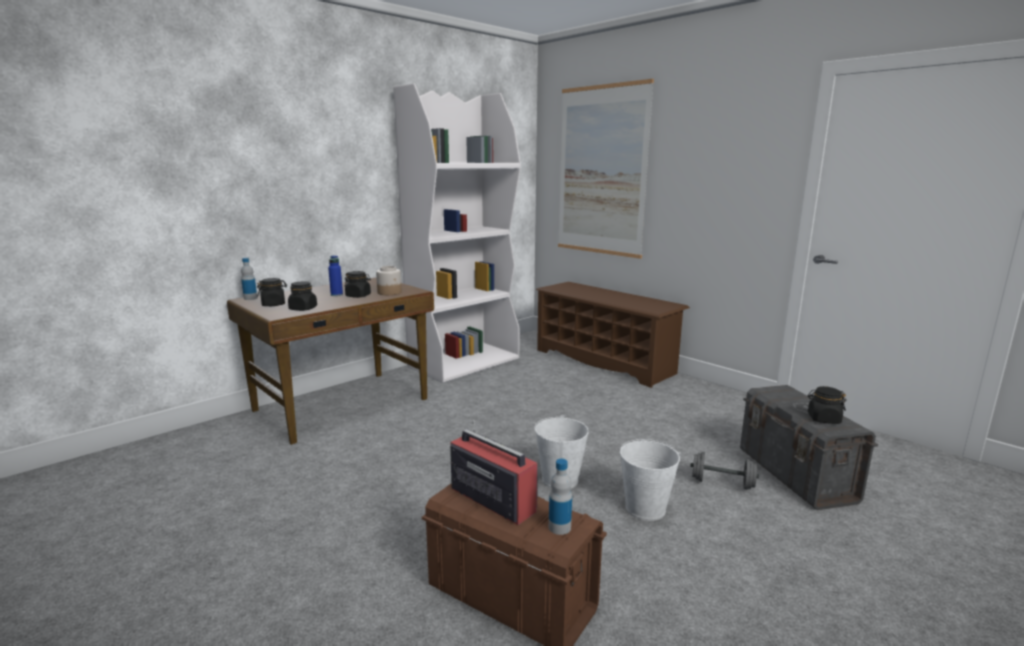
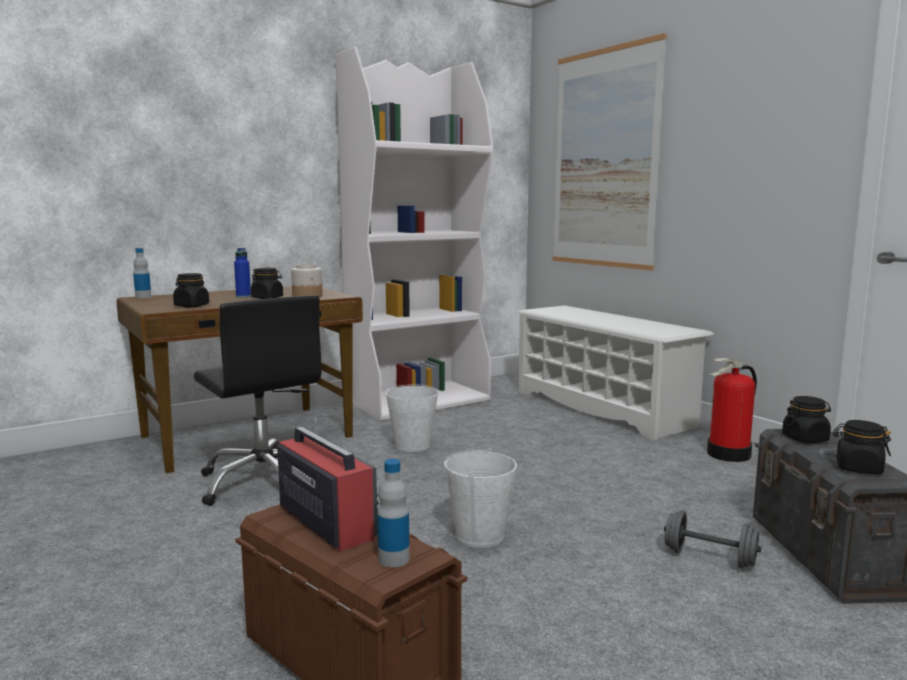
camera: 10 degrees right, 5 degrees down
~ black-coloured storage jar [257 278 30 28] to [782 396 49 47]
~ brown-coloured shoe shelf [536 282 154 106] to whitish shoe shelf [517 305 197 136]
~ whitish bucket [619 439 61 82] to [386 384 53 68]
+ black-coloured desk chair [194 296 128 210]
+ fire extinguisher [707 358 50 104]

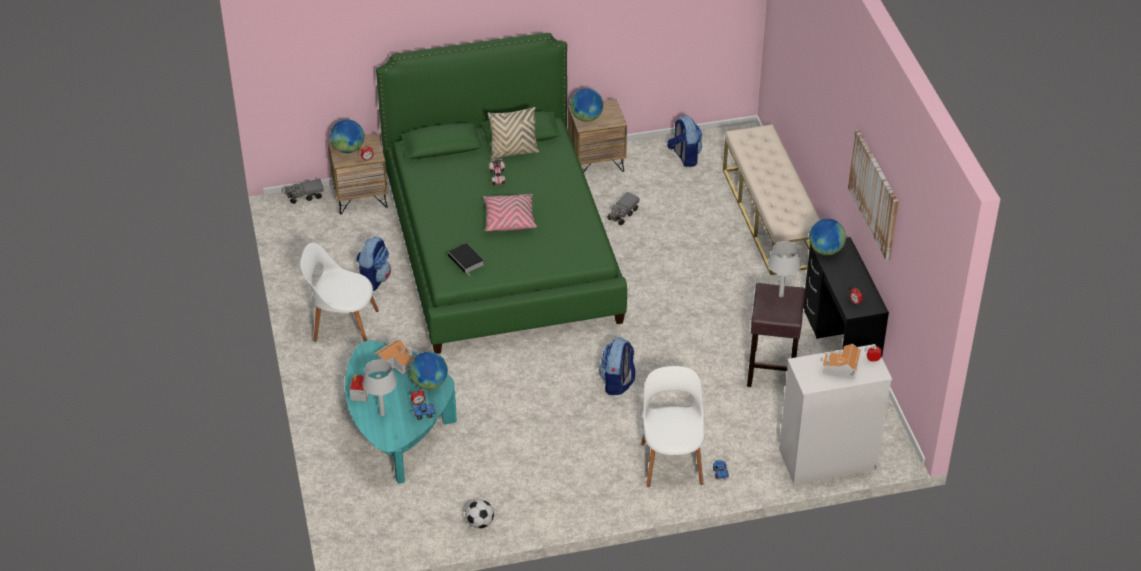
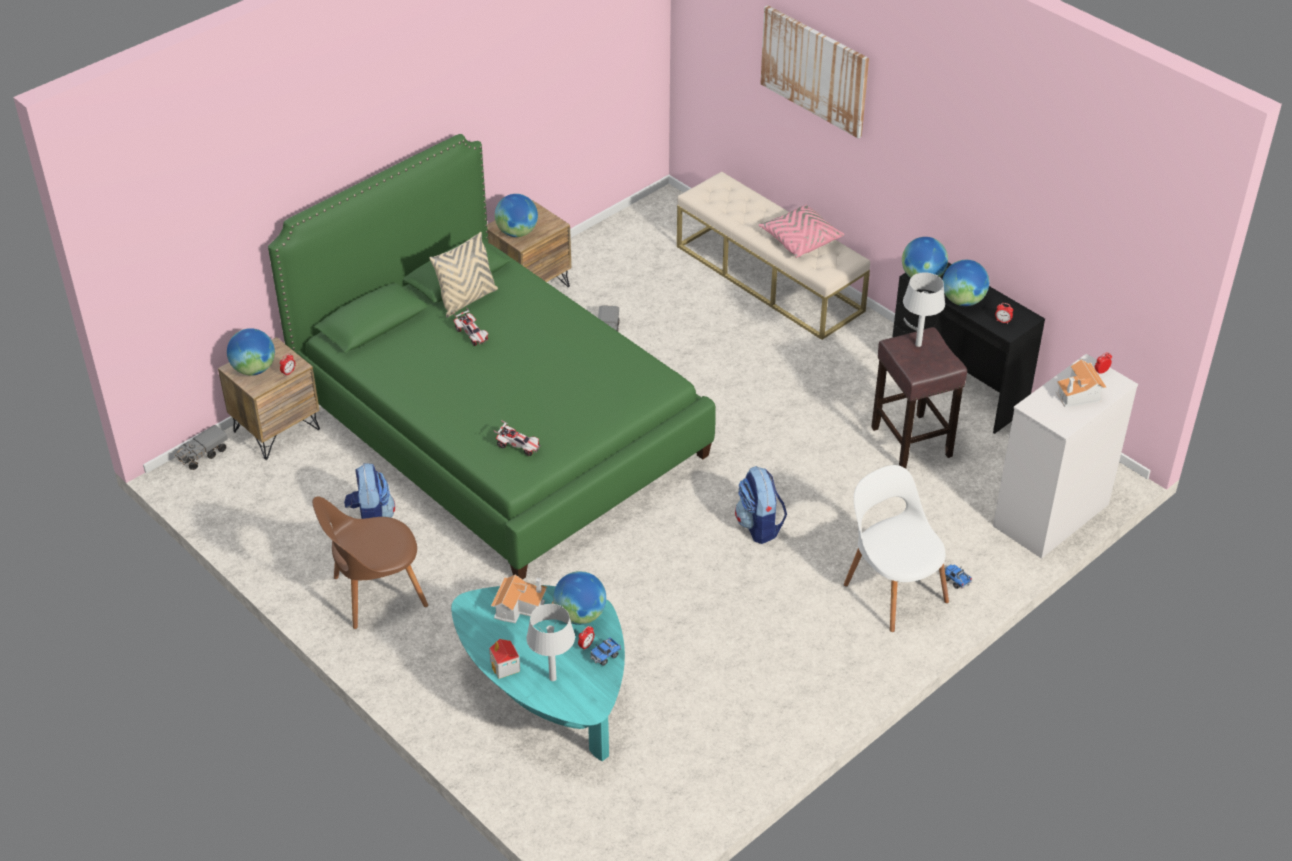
camera: 30 degrees left, 0 degrees up
- knapsack [667 115 35 52]
~ wall picture [848 129 51 132] to [760 5 109 134]
~ pink pillow [483 194 54 37] to [759 204 85 54]
~ whitish upright chair [300 243 79 99] to brown-coloured upright chair [312 496 116 133]
~ bound book [448 243 36 31] to model car [493 420 48 36]
- ball for football [465 499 29 30]
+ globe [942 260 47 46]

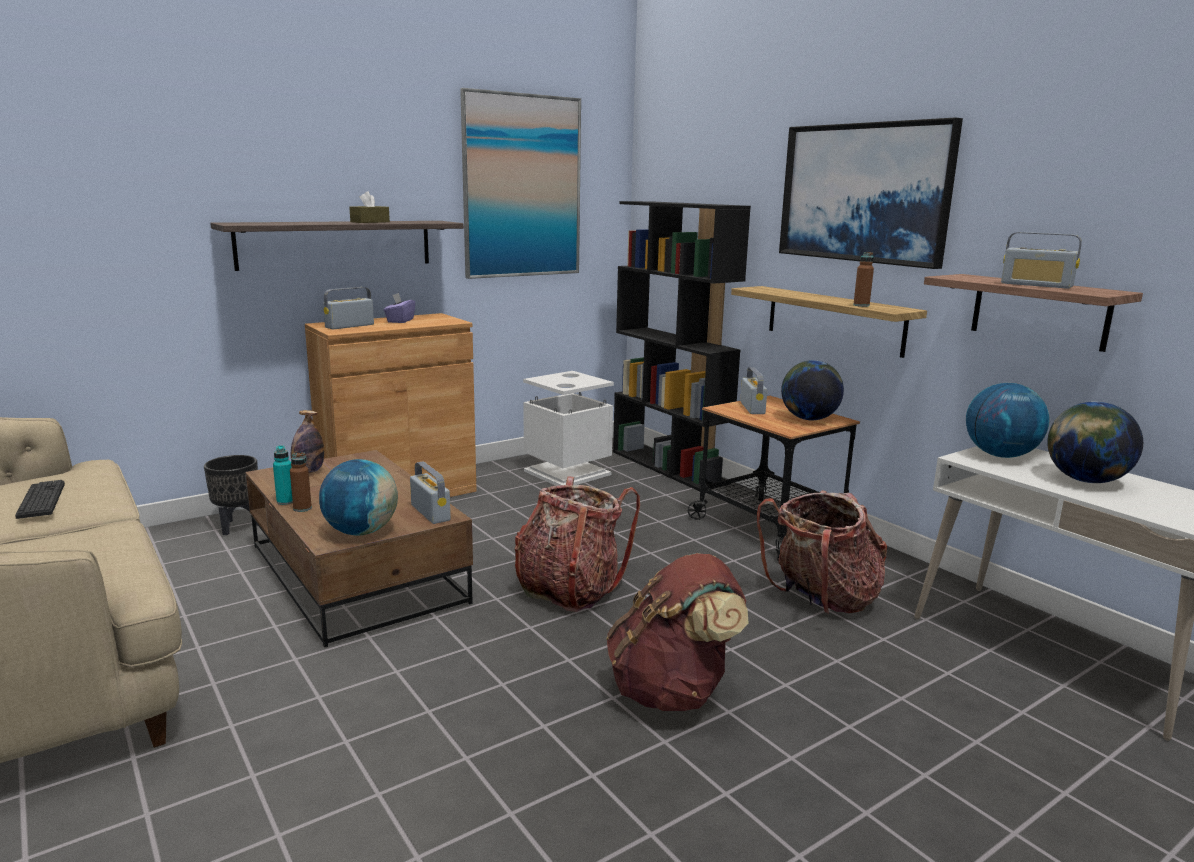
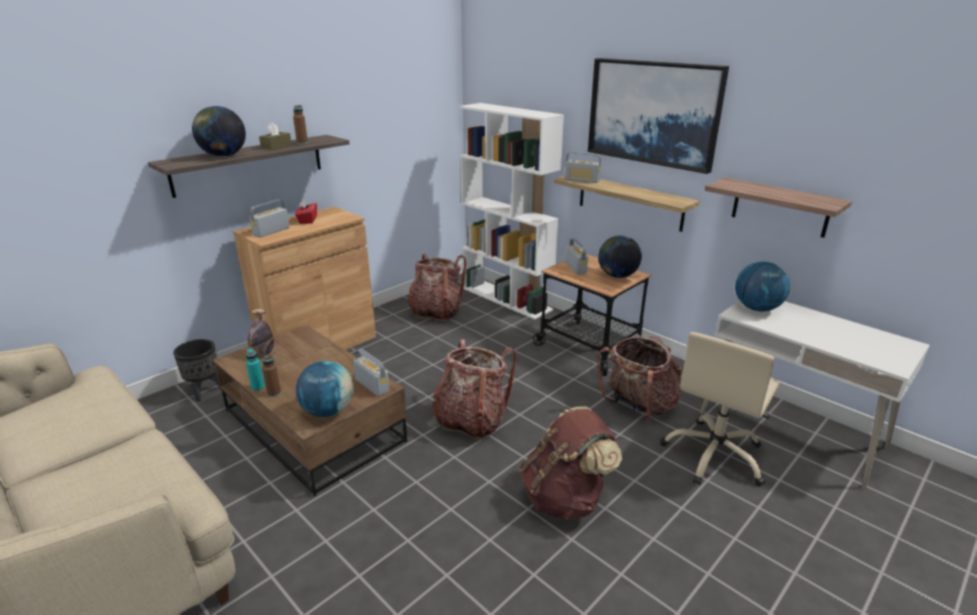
camera: 10 degrees left, 10 degrees up
- wall picture [460 88 121 191]
~ black-coloured bookshelf [613 201 138 290] to whitish bookshelf [459 103 105 217]
~ radio receiver [1001 232 81 57] to [565 152 36 31]
~ brown-coloured beverage bottle [853 252 21 55] to [293 105 15 39]
~ purple-coloured tissue box [384 293 31 30] to reddish tissue box [295 199 22 25]
~ whitish trash can [523 371 91 115] to knapsack [408 254 58 67]
~ globe [1047 402 96 81] to [192 106 54 51]
- PC keyboard [15 480 50 39]
+ beige-coloured desk chair [660 332 120 154]

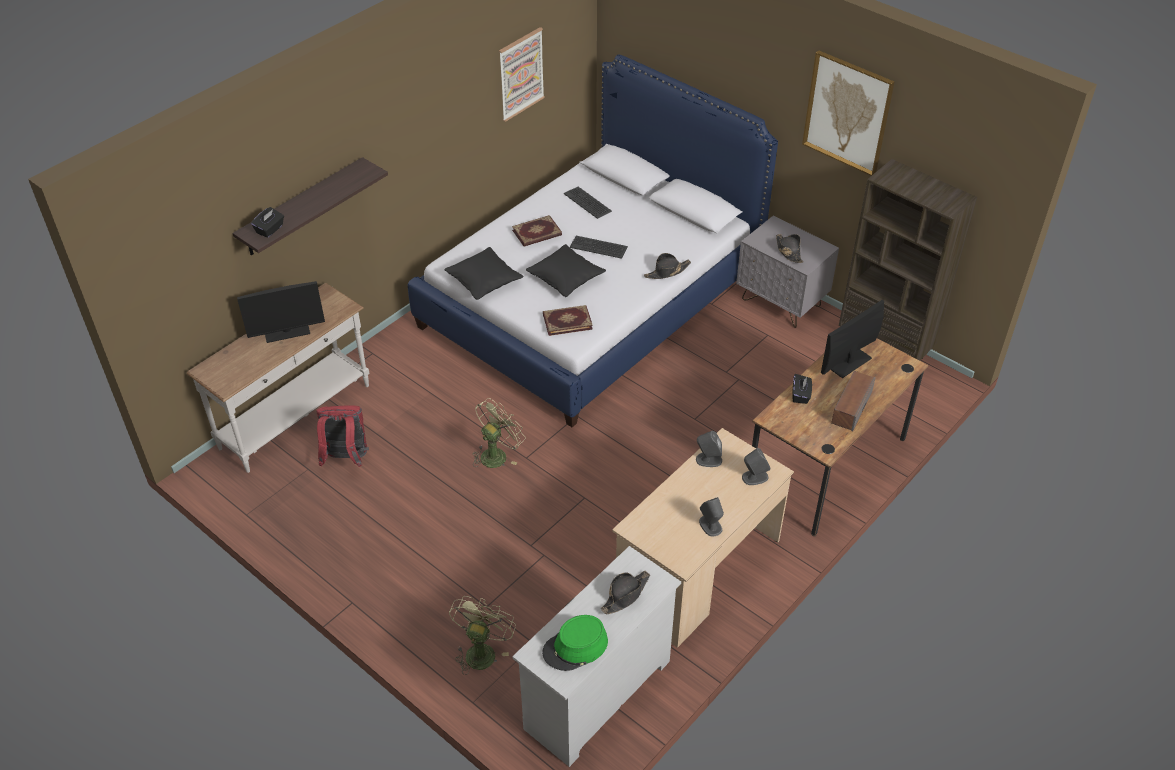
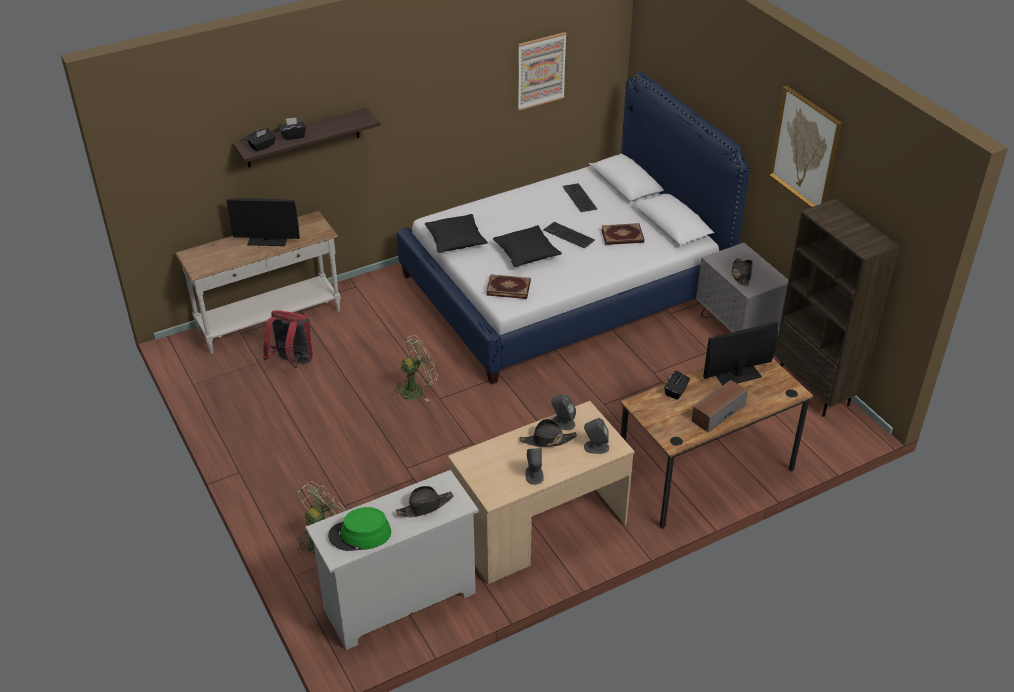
camera: 20 degrees right, 5 degrees down
~ bound book [512 215 50 31] to [601 223 43 22]
~ black-coloured clothing hat [644 253 47 26] to [519 419 58 28]
+ black-coloured tissue box [279 117 27 23]

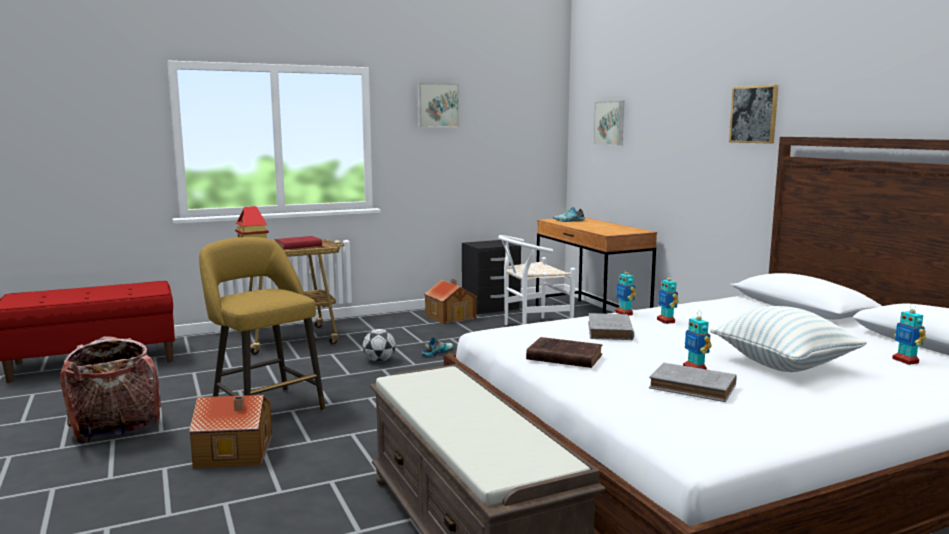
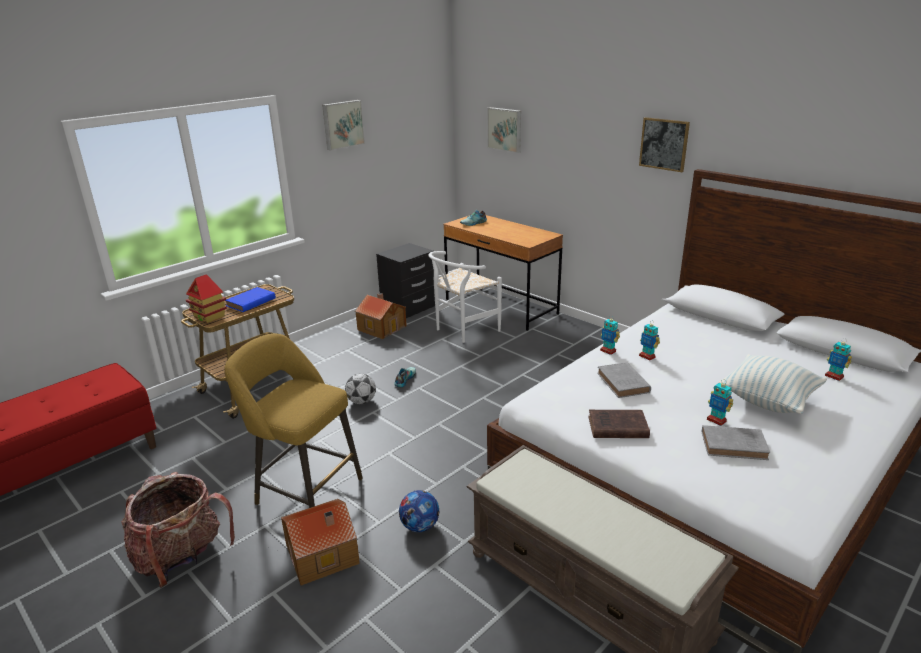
camera: 20 degrees left, 15 degrees up
~ reddish bound book [275 236 47 13] to blue bound book [225 287 51 25]
+ ball for football [399 490 40 42]

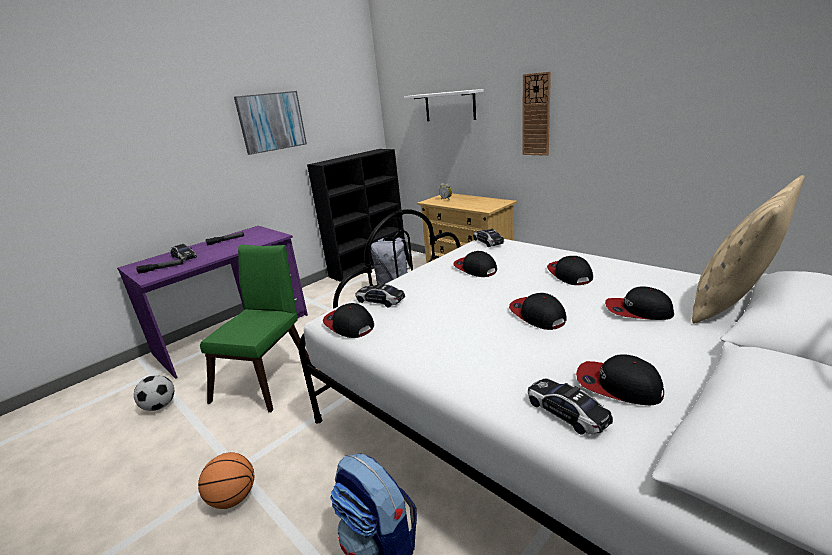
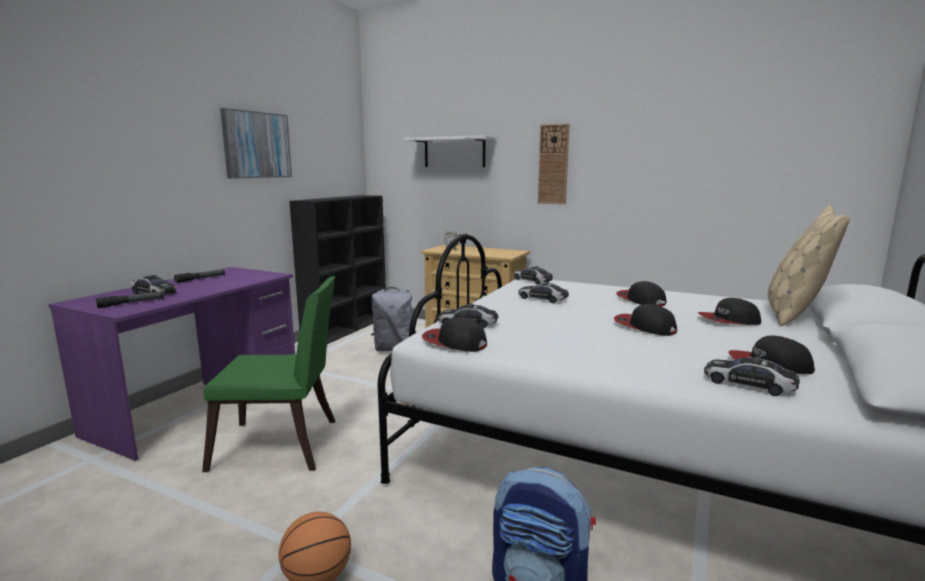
camera: 20 degrees left, 10 degrees down
~ greenish upright chair [200 244 109 168] = [202 276 133 196] 90 degrees clockwise
~ peaked cap [453 251 44 26] to model car [518 282 51 21]
- ball for football [134 375 40 36]

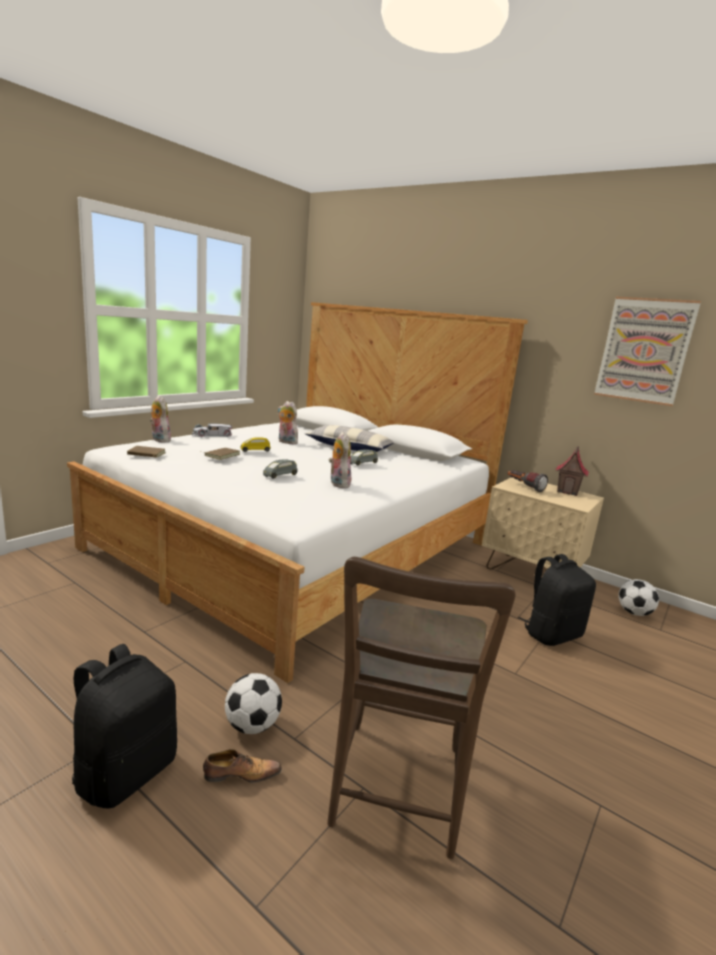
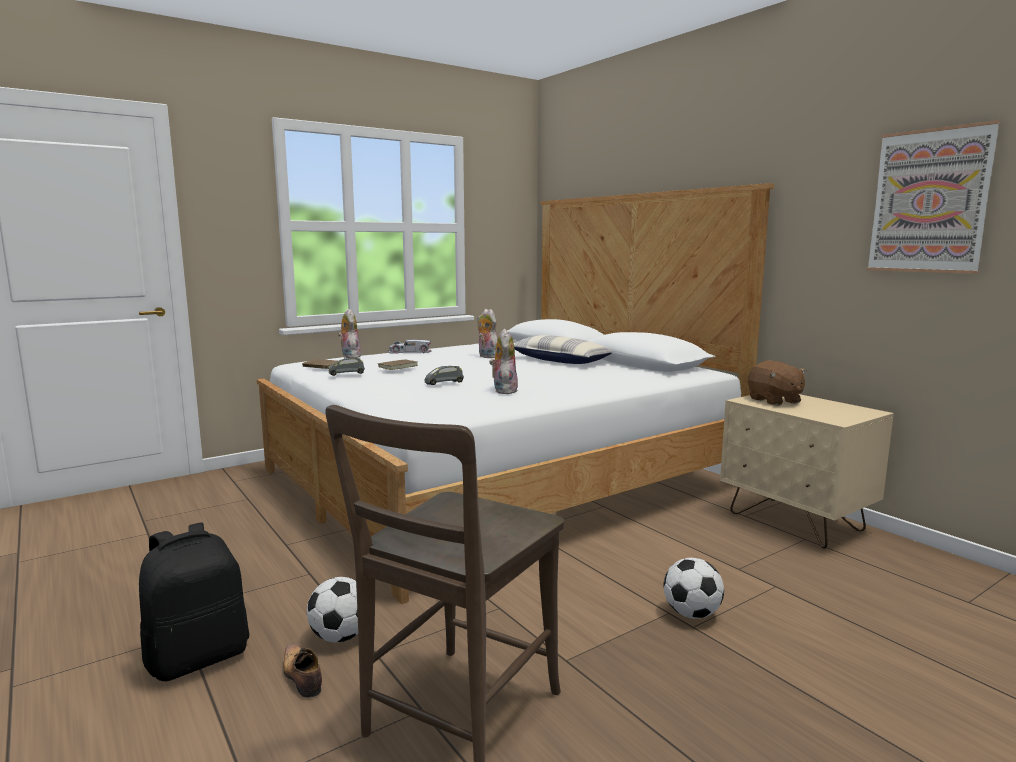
camera: 20 degrees right, 5 degrees down
- yellow-coloured model car [240 437 31 15]
- toy house [556 446 33 50]
~ greyish model car [350 449 28 17] to [329 358 36 18]
~ torch [508 470 40 22] to brown-coloured soft toy [748 360 59 46]
- black-coloured knapsack [519 554 77 92]
~ ball for football [619 579 40 37] to [663 558 61 61]
~ item of footwear [203 749 79 34] = [284 644 38 54] 135 degrees counterclockwise

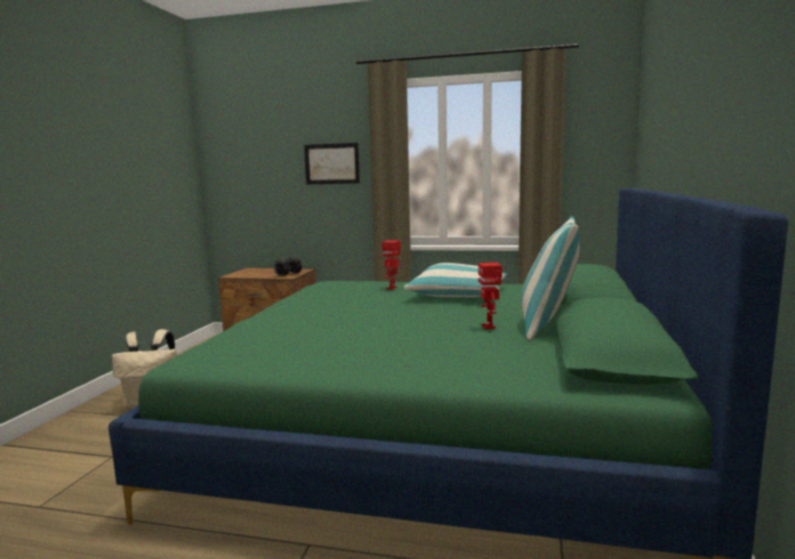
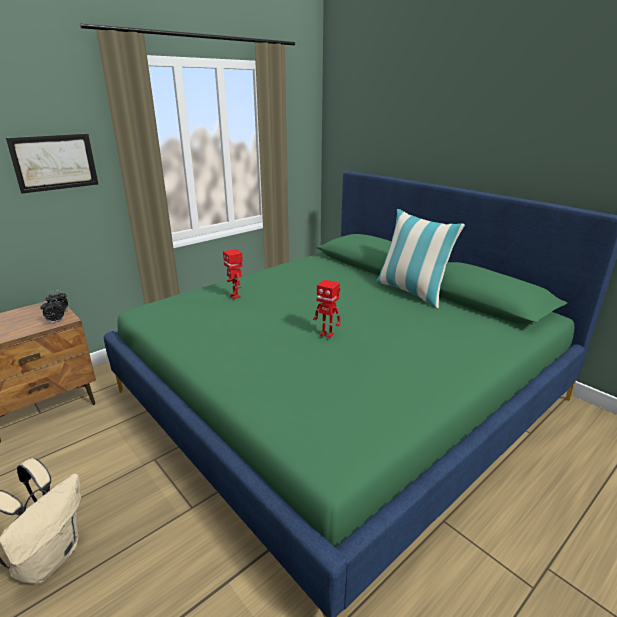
camera: 55 degrees left, 15 degrees up
~ toy robot [478 262 24 67] to [313 280 28 59]
- pillow [404 263 103 34]

